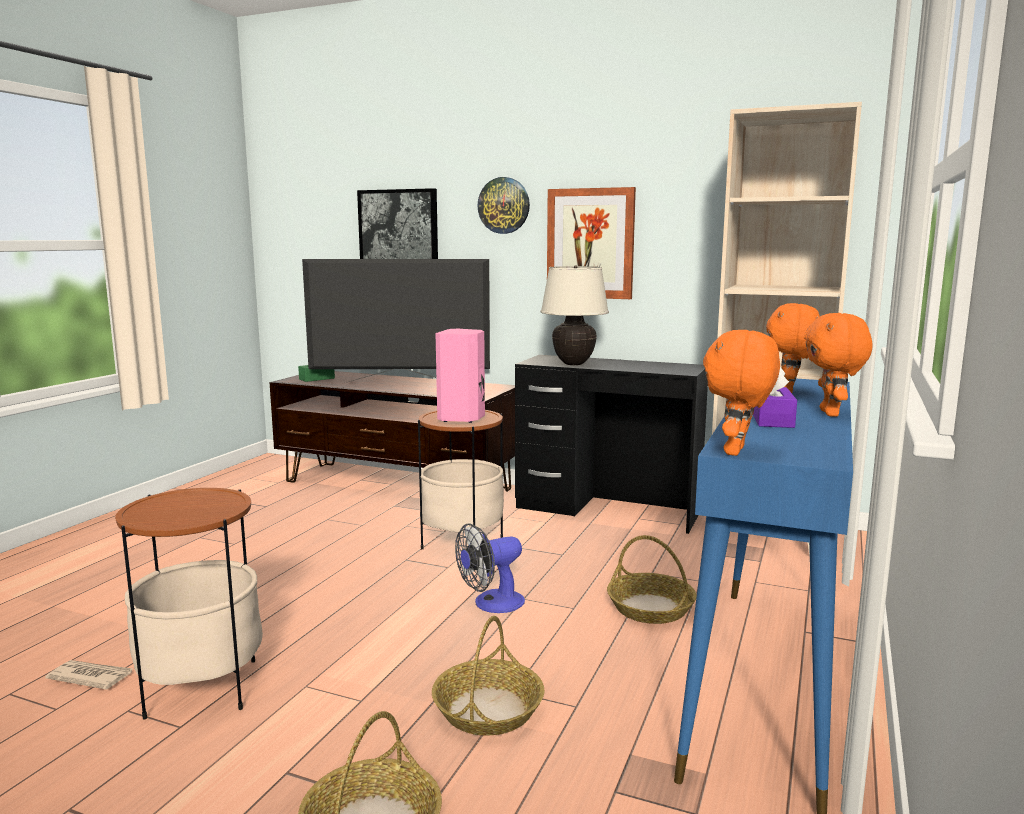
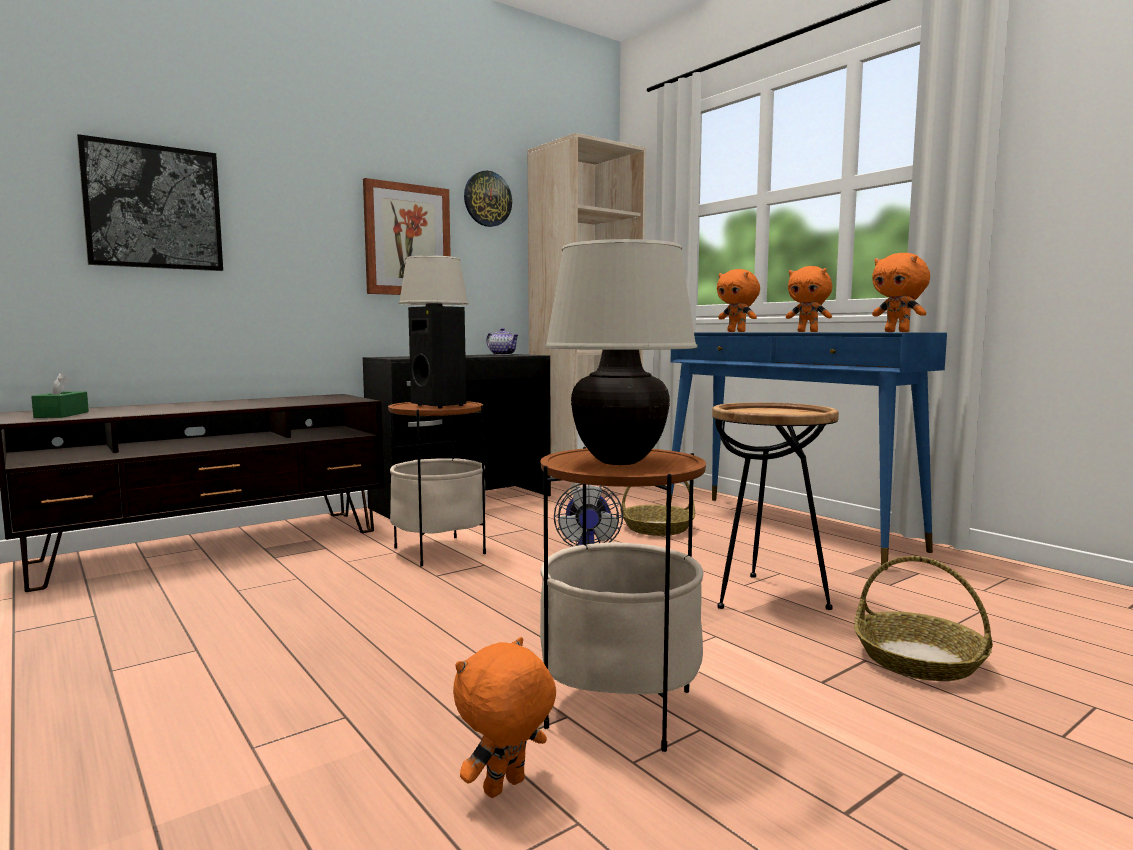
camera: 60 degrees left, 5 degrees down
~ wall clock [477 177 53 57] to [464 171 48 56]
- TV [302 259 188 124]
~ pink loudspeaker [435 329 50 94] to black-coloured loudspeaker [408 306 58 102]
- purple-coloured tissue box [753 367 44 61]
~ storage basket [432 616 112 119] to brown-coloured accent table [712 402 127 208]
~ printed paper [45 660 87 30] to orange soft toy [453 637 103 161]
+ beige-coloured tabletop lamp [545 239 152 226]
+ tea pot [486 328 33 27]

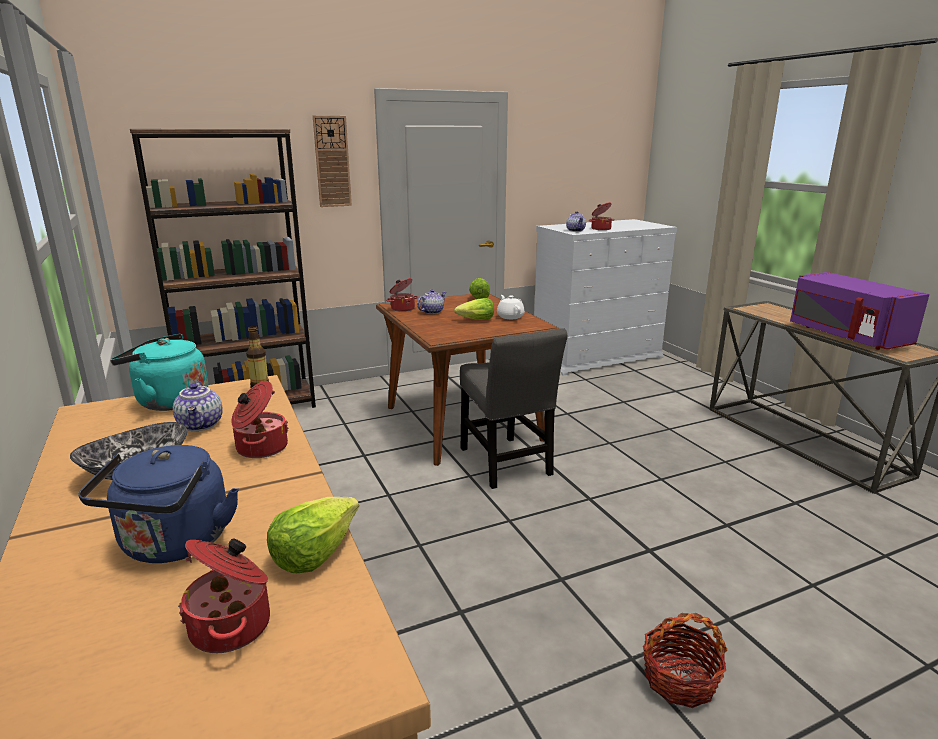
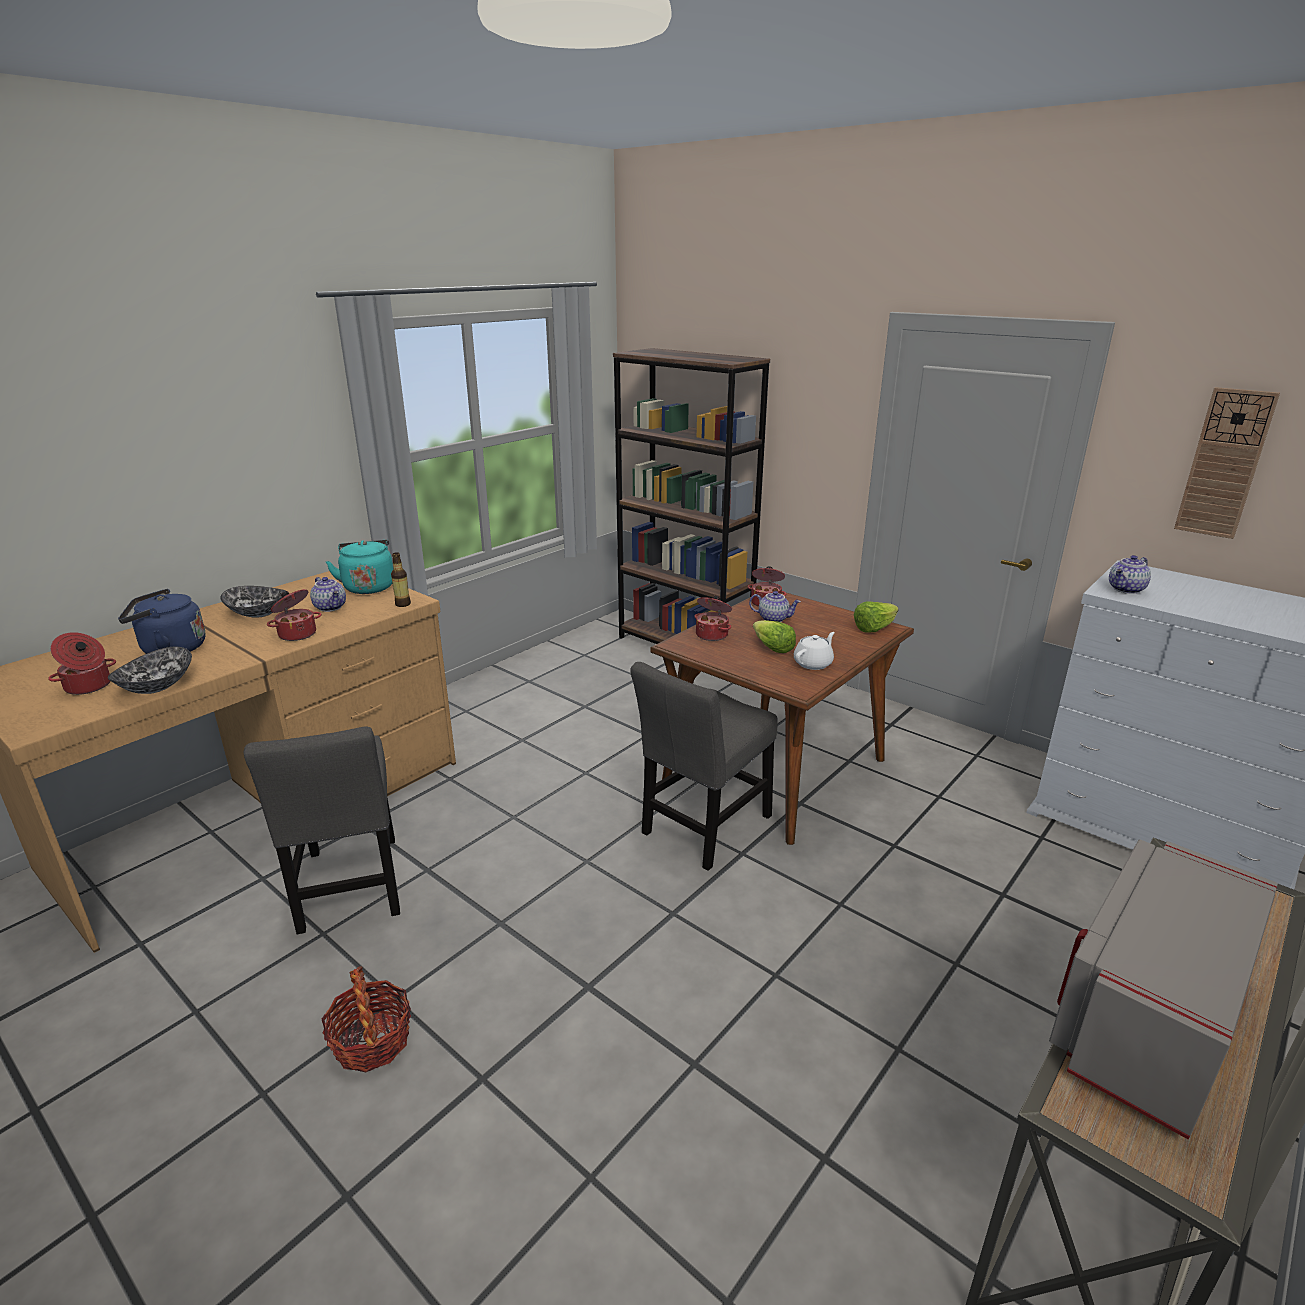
camera: 65 degrees right, 5 degrees up
~ wall clock [313 115 39 92] to [1174 387 106 152]
~ saucepot [589 202 26 28] to [694 596 38 45]
~ purple-coloured microwave oven [790 272 140 78] to greyish microwave oven [1049 840 229 299]
~ tea pot [173 381 50 50] = [310 577 36 35] 90 degrees counterclockwise
~ lettuce head [267 497 92 76] to bowl [108 647 84 47]
+ greyish upright chair [244 726 156 209]

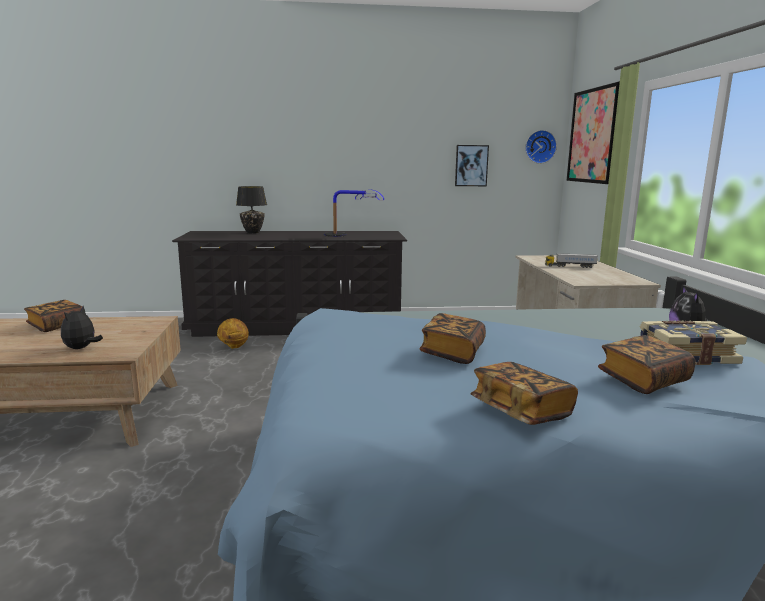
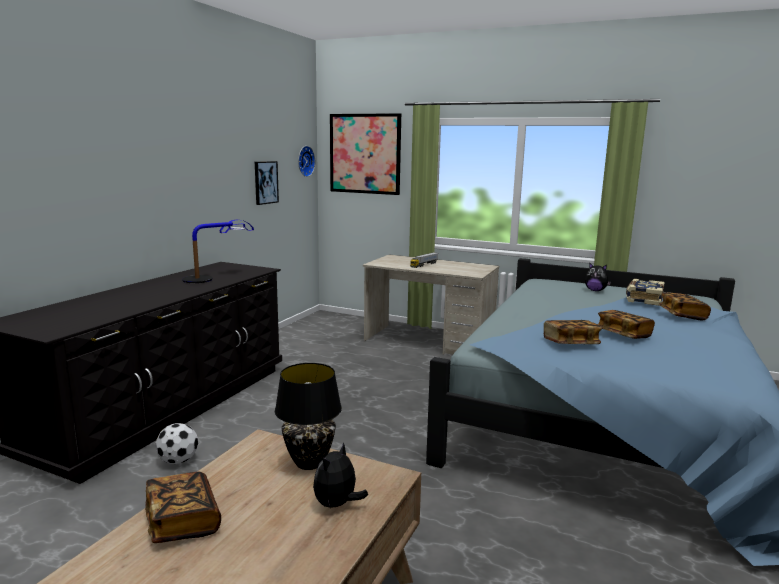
camera: 60 degrees left, 0 degrees up
~ black-coloured tabletop lamp [236 186 31 47] to [275 363 67 107]
~ soft toy [61 306 42 43] = [313 442 55 67] 75 degrees clockwise
~ basketball [217 318 32 31] to ball for football [156 423 42 41]
~ bound book [471 362 107 63] to [544 320 58 24]

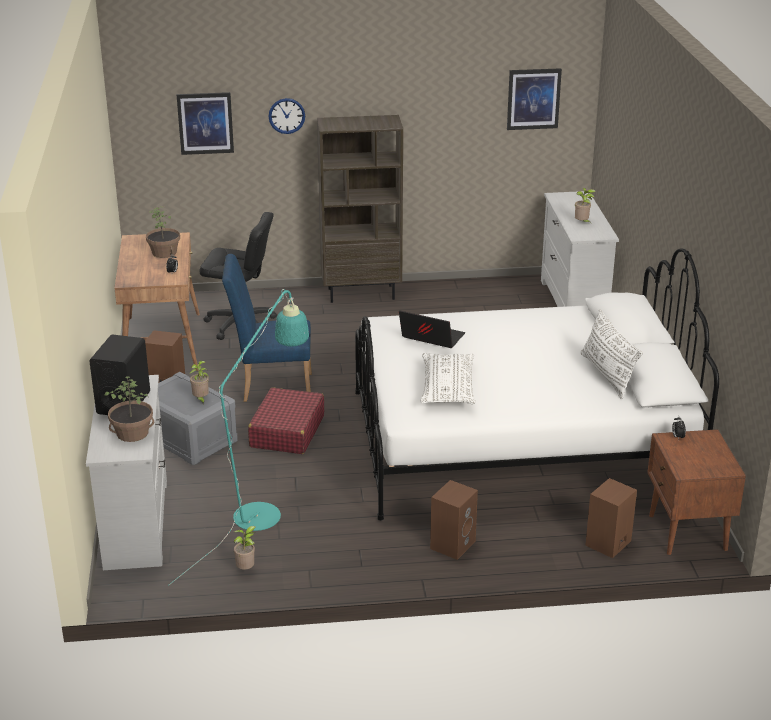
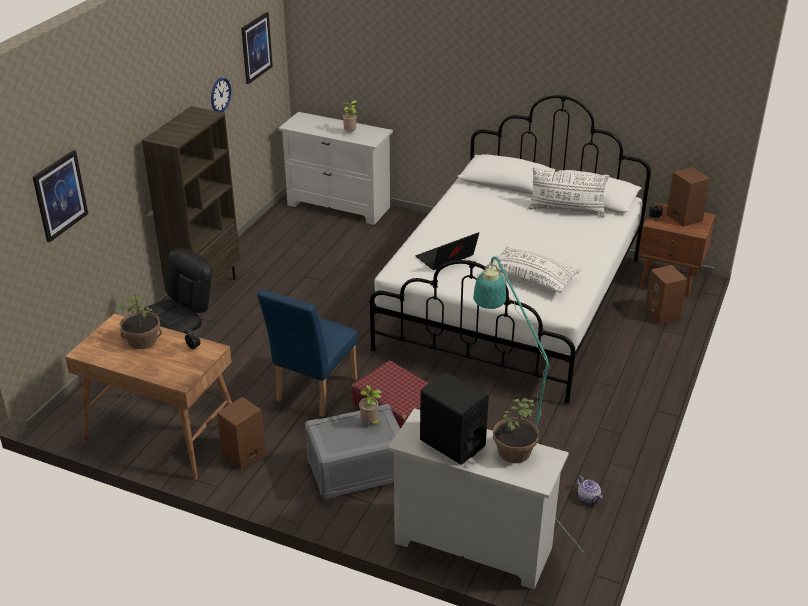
camera: 60 degrees left, 5 degrees up
~ wall clock [269 98 36 36] to [211 77 20 35]
~ brown-coloured loudspeaker [430 480 48 80] to [666 167 44 60]
~ houseplant [234 526 22 44] to tea pot [577 476 26 28]

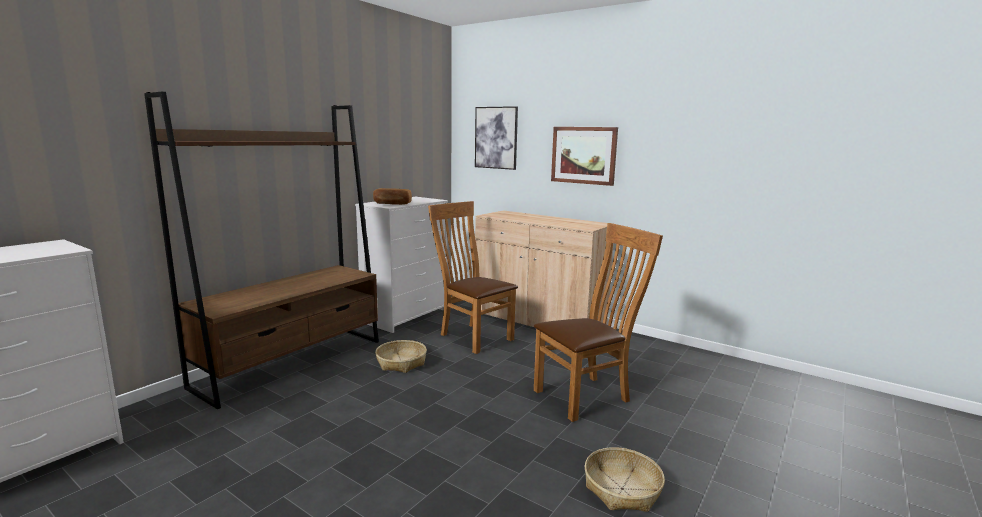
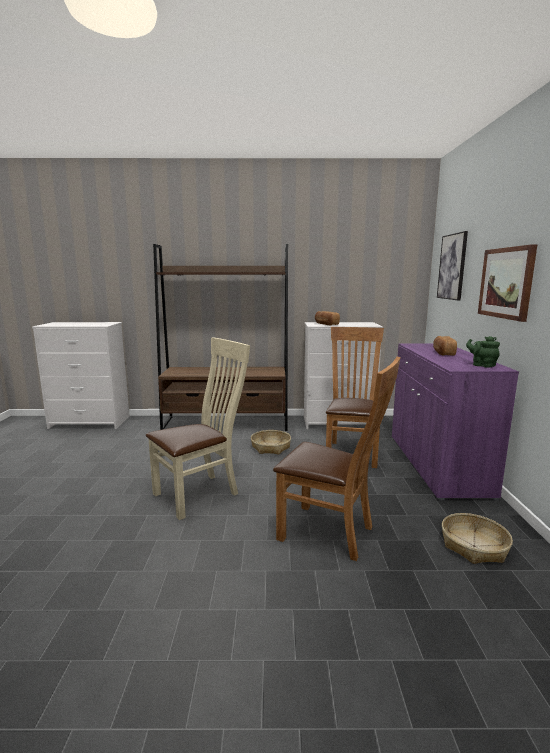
camera: 55 degrees right, 0 degrees up
~ beige-coloured storage cabinet [475 210 138 117] to purple-coloured storage cabinet [392 344 127 156]
~ storage basket [585 447 80 65] to [442 513 71 51]
+ bakery bread [433 336 24 20]
+ greenish tea pot [466 336 34 32]
+ beige-coloured upright chair [146 337 104 183]

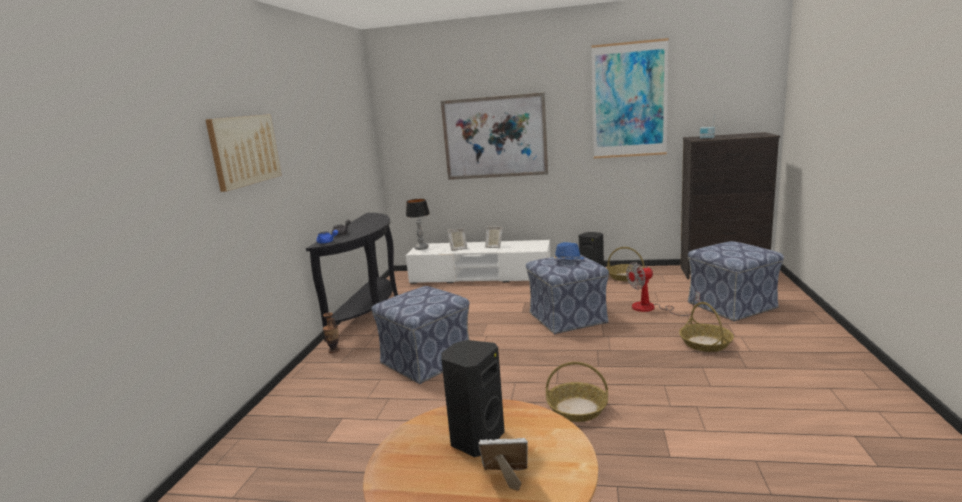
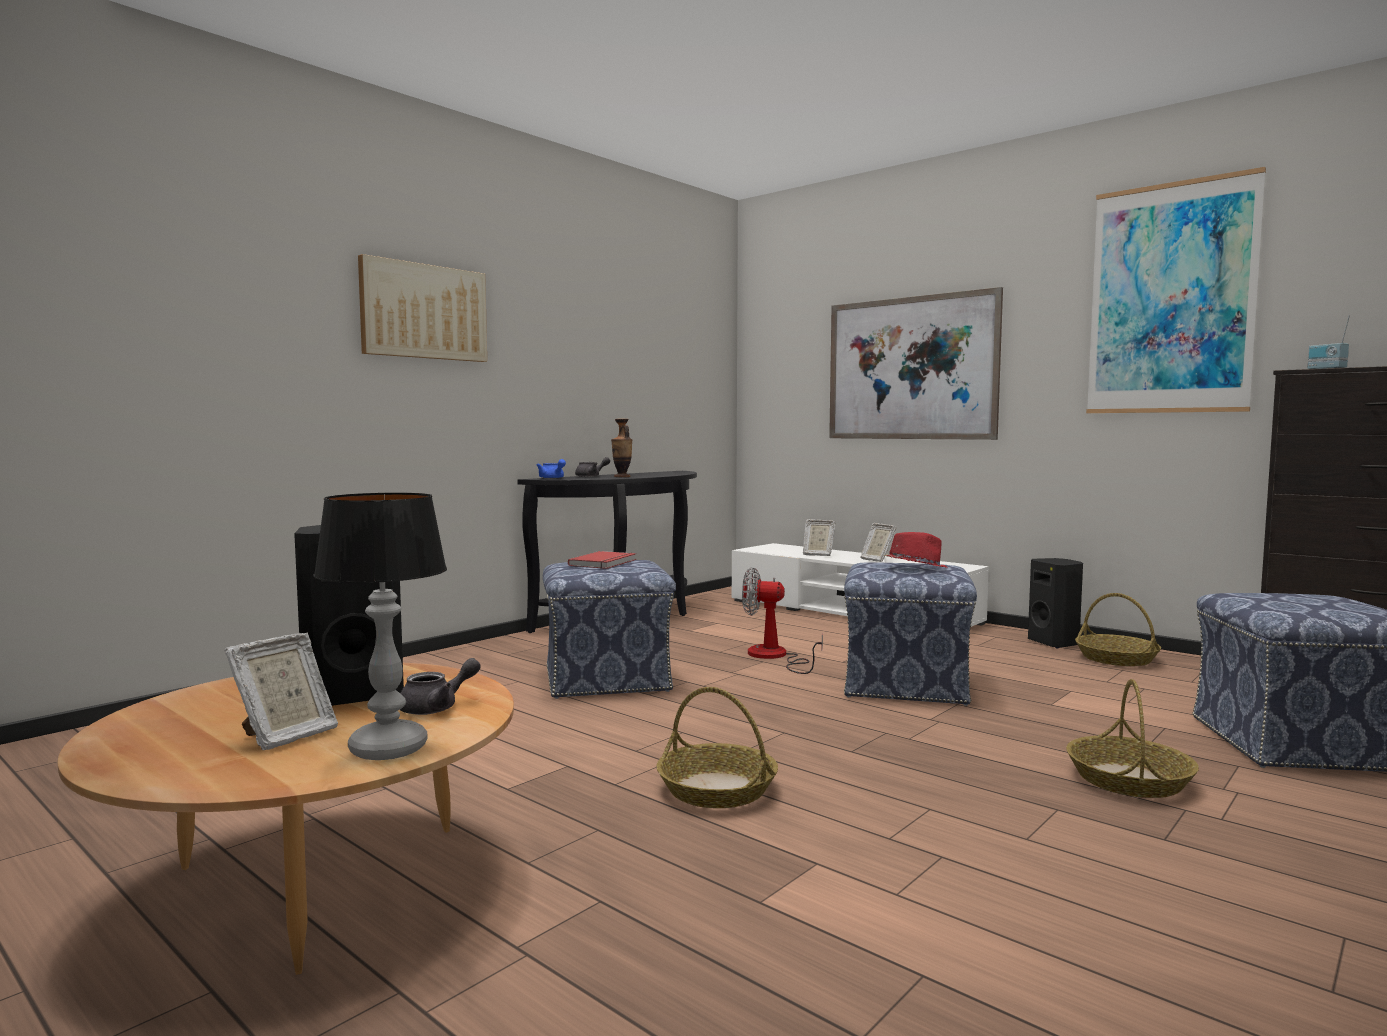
camera: 30 degrees right, 10 degrees down
~ tabletop lamp [406 199 24 51] to [314 493 133 267]
~ blue clothing hat [553 242 31 18] to reddish clothing hat [884 532 64 36]
~ electric fan [626 262 74 54] to [742 567 81 107]
~ vase [323 312 17 41] to [611 419 21 58]
~ photo frame [479 438 49 53] = [225 632 113 118] 90 degrees clockwise
+ reddish bound book [568 551 68 18]
+ greyish tea pot [400 658 81 57]

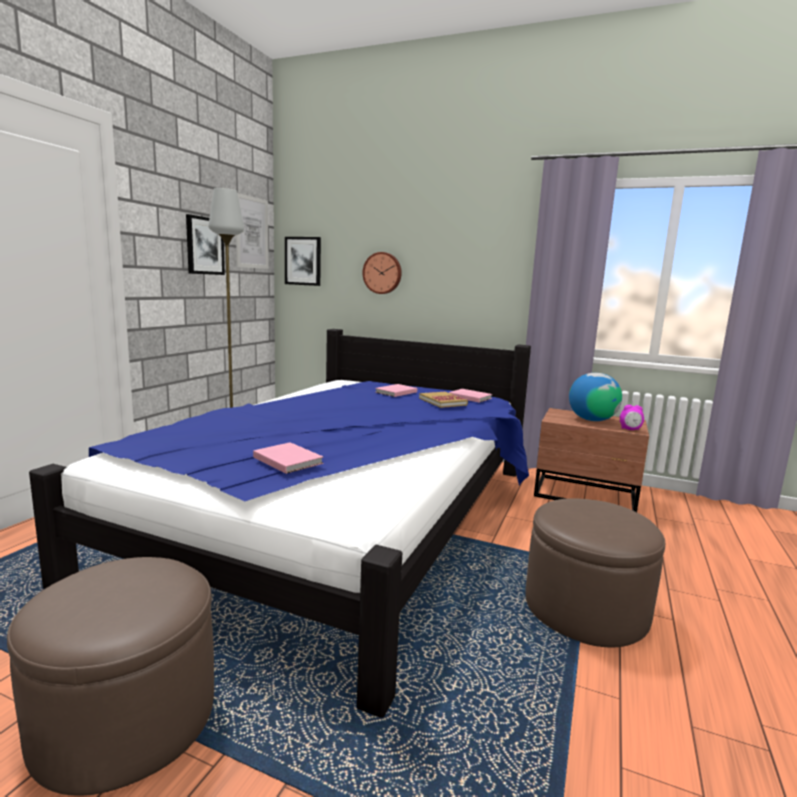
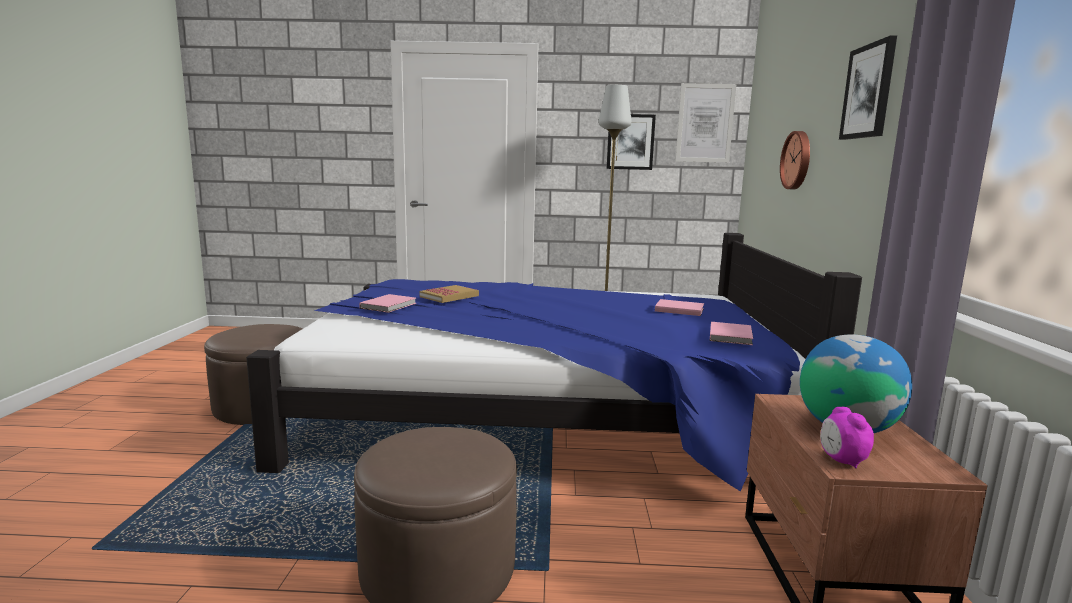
camera: 70 degrees right, 0 degrees up
~ wall picture [285 237 36 49] to [839 35 58 105]
~ bound book [419 392 49 16] to [420 285 59 18]

